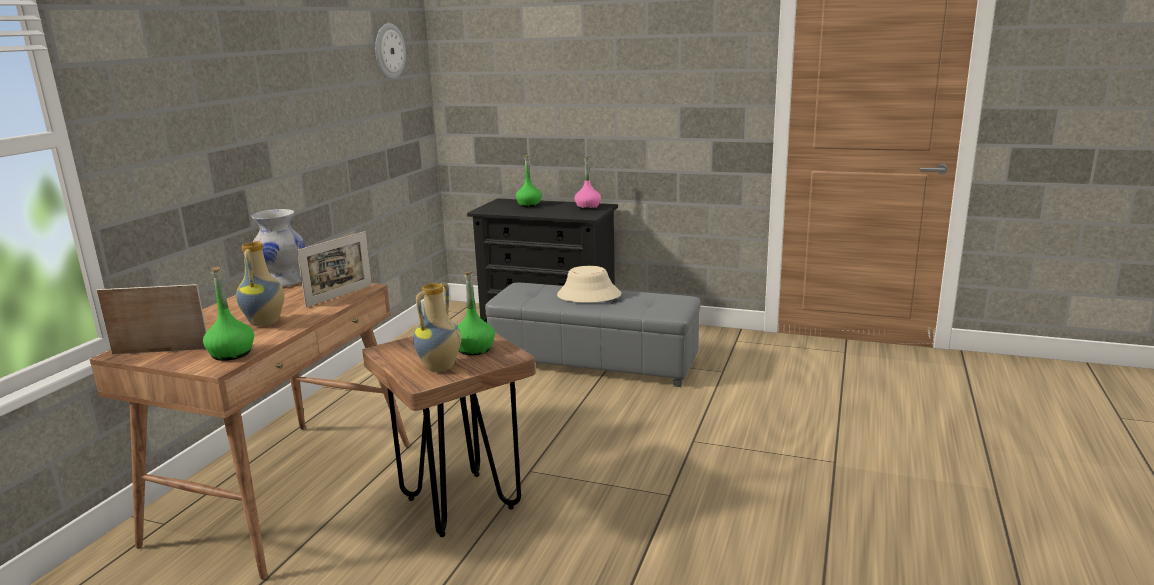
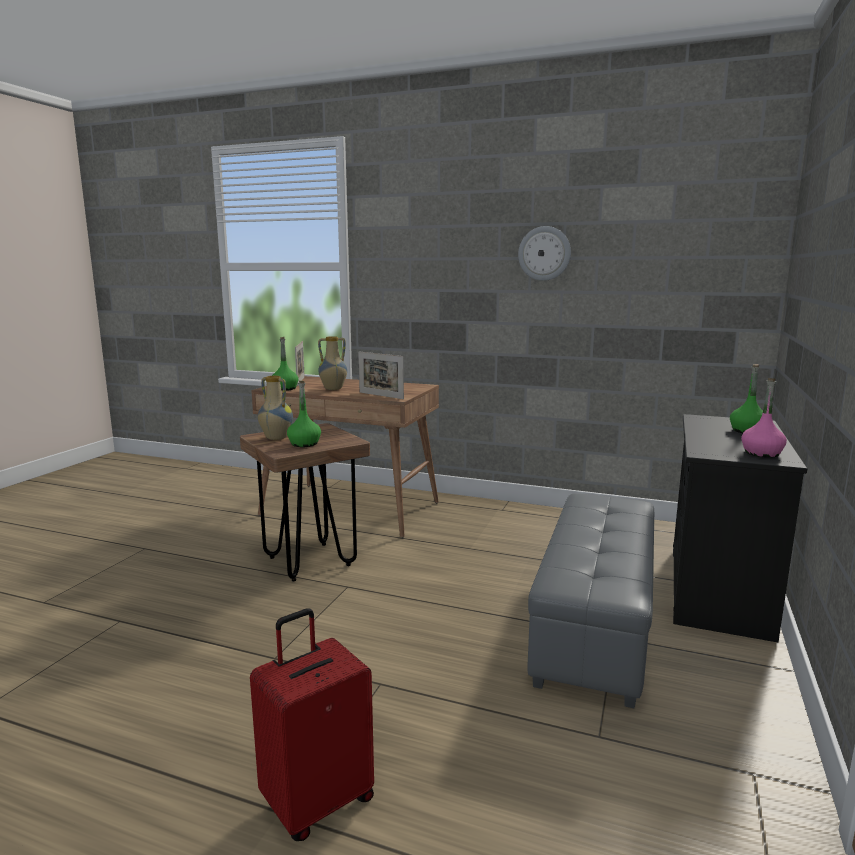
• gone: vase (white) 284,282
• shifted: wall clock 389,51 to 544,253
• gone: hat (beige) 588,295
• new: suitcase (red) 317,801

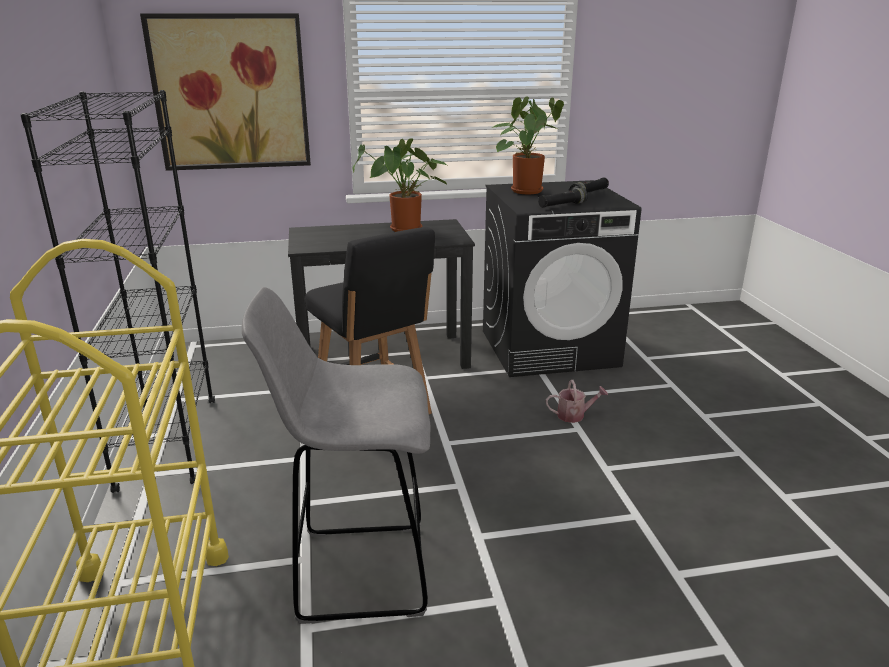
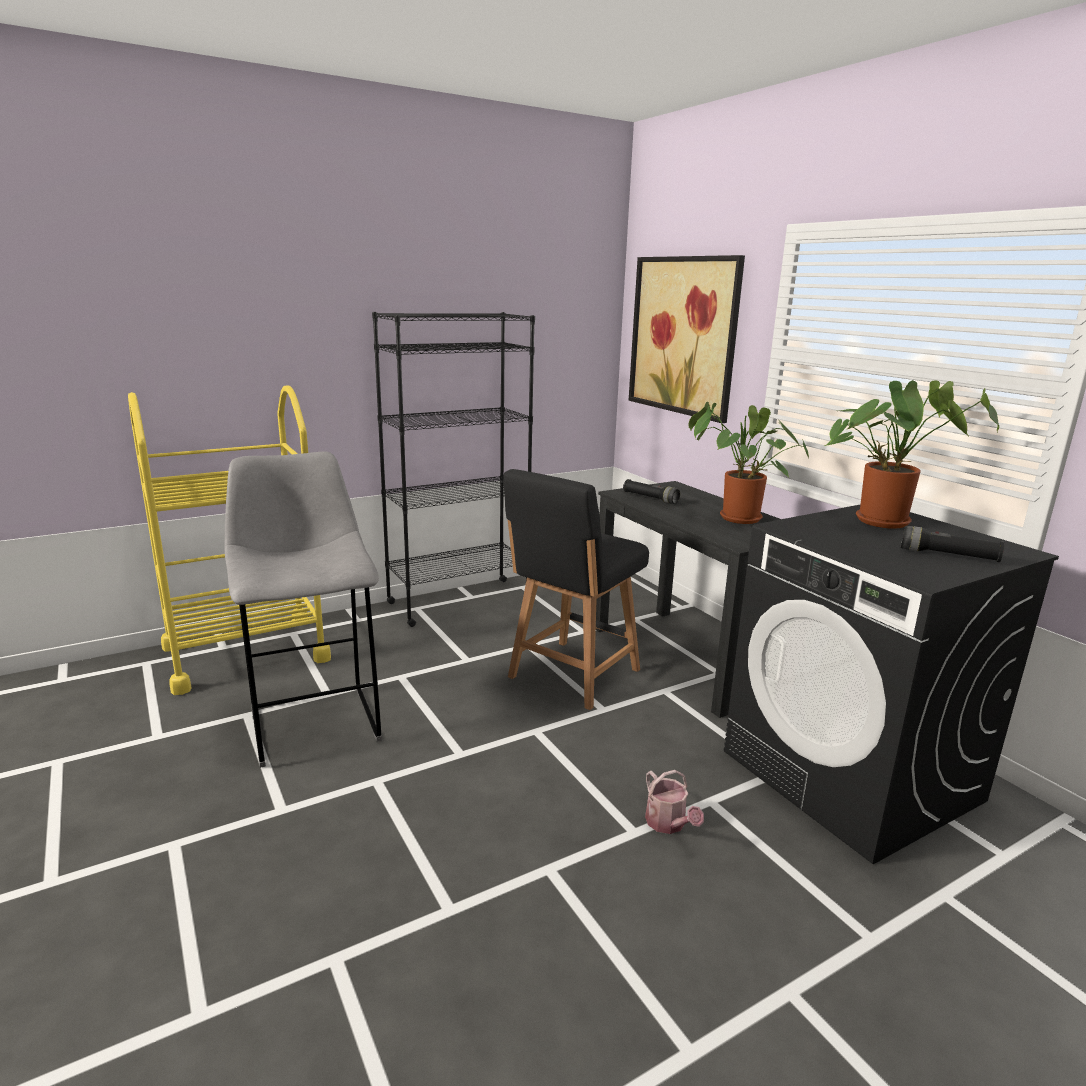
• shifted: flashlight (black) 562,205 to 650,498

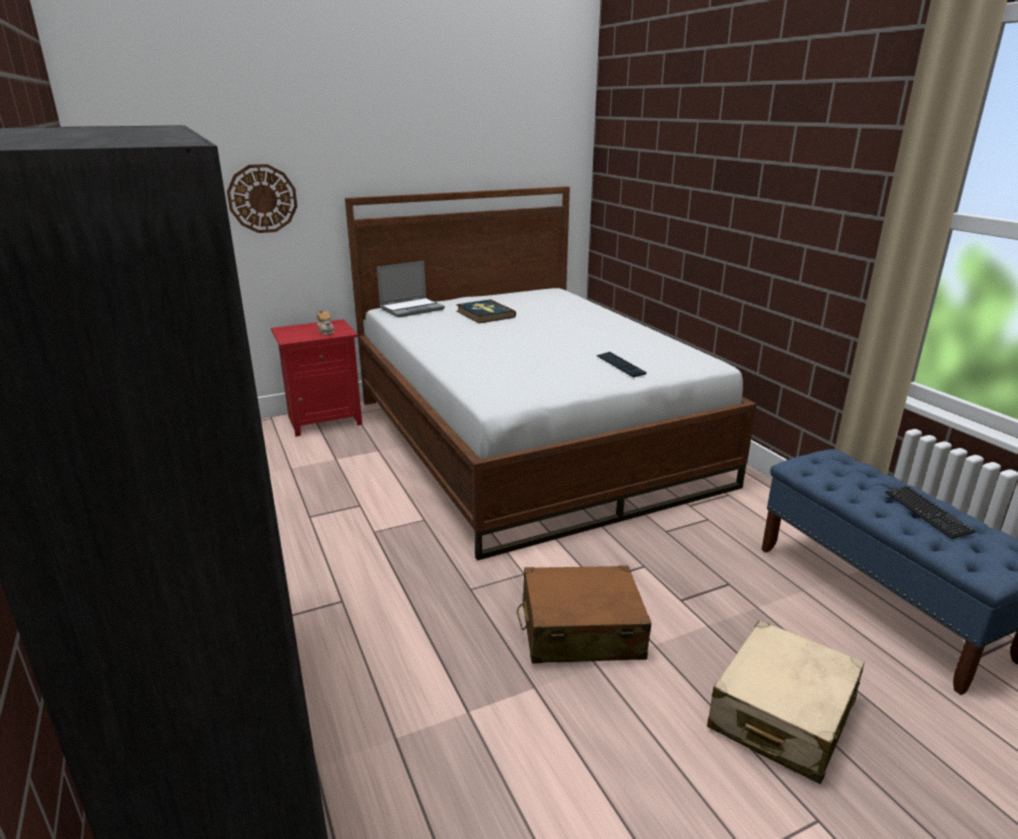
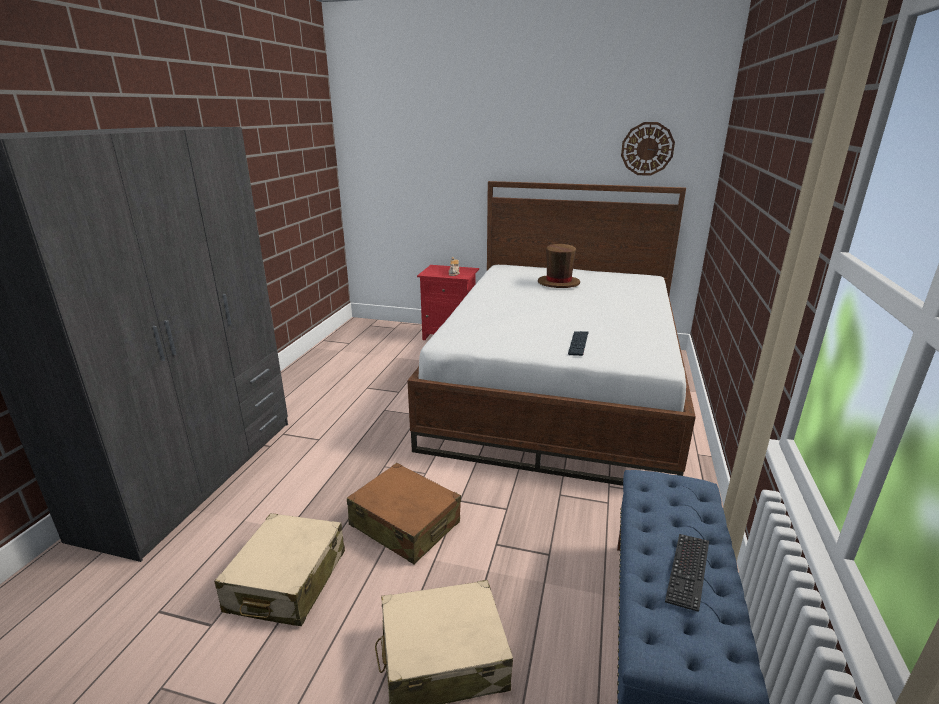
• shifted: wall clock 262,198 to 647,149
• gone: laptop 412,309
• swapped: book 485,314 to hat (brown) 558,283
• new: suitcase (beige) 287,581

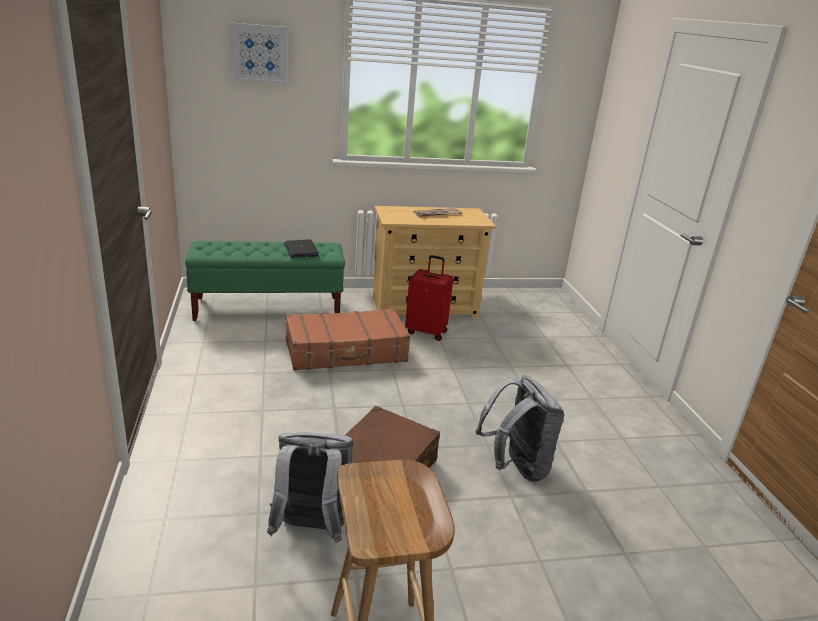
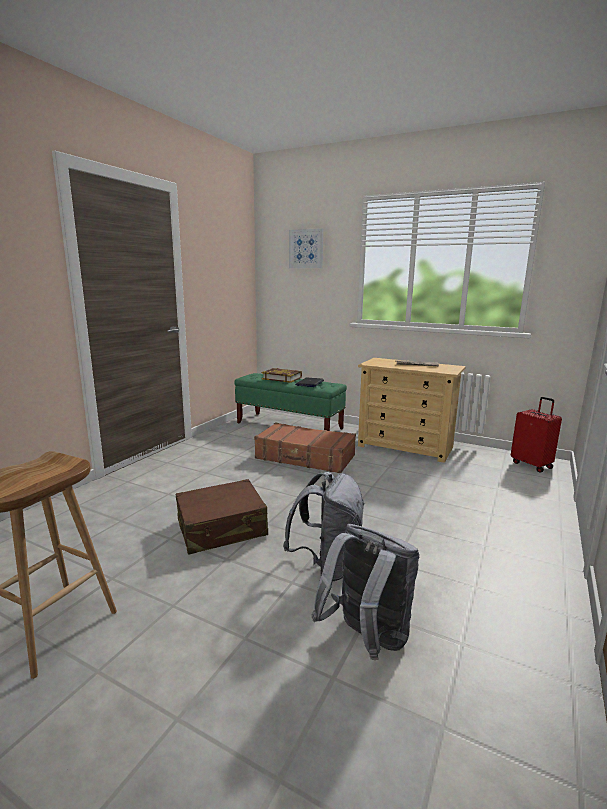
• shifted: backpack (grey) 311,529 to 366,639
• shifted: suitcase (red) 426,332 to 532,465
• new: book 282,378

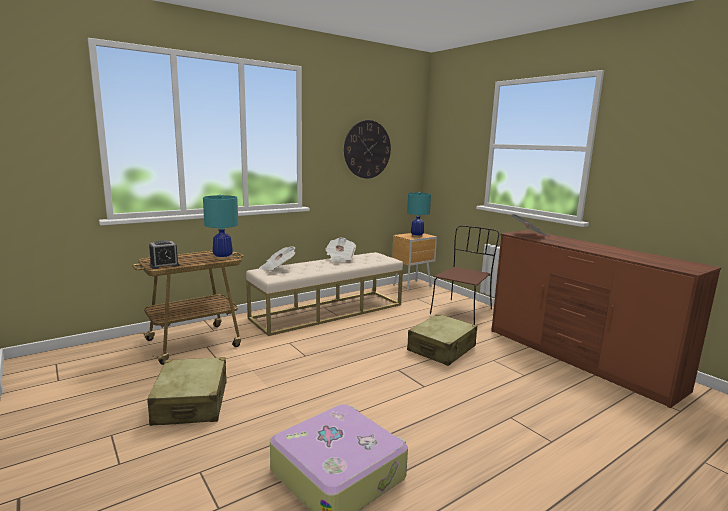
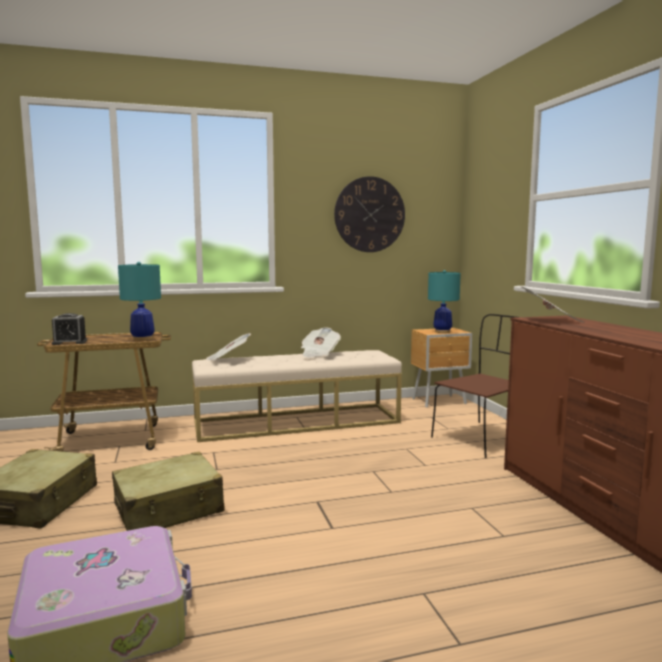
• shifted: suitcase (beige) 442,349 to 169,509

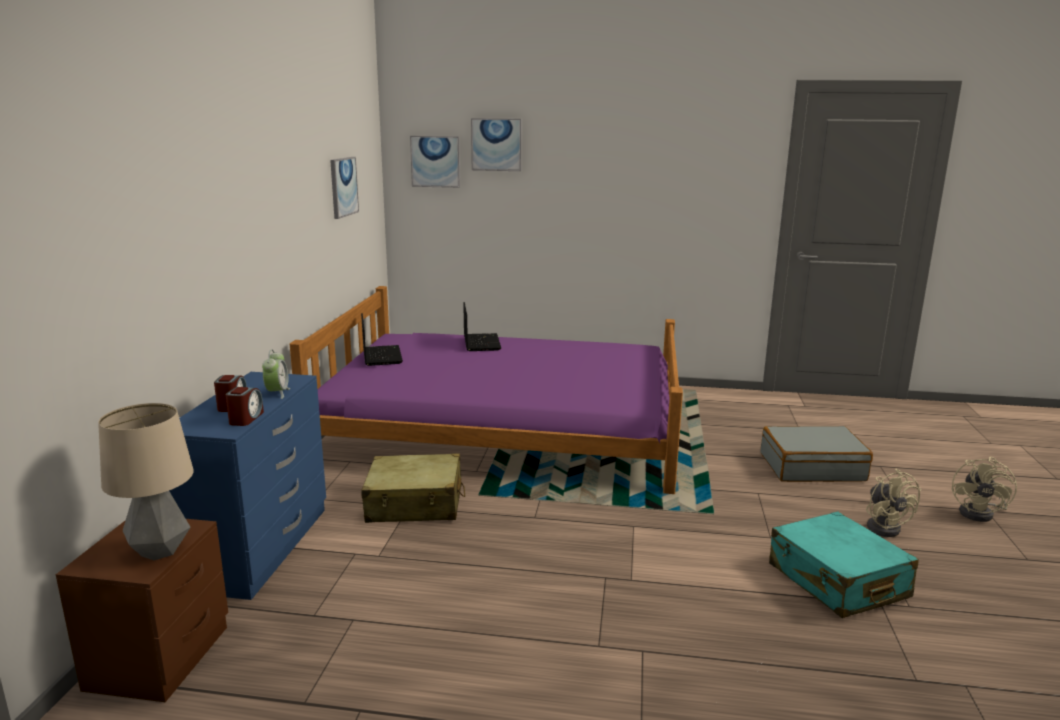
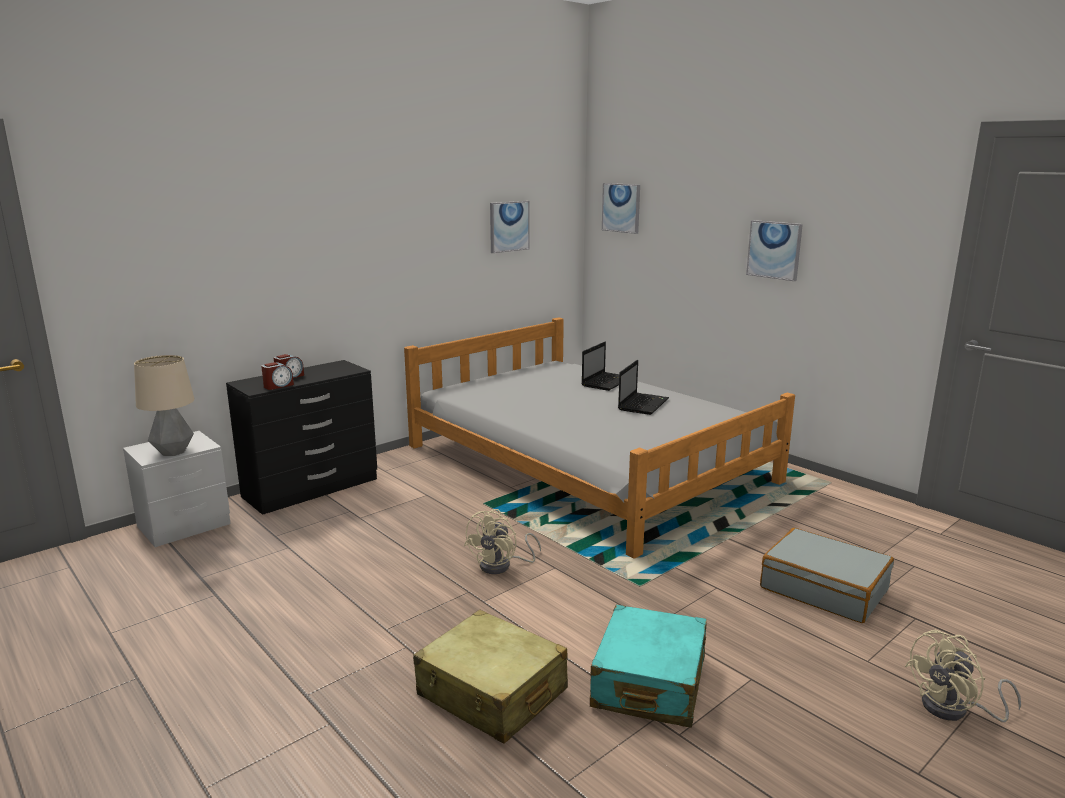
• repainted: nightstand (brown) 159,658 to nightstand (grey) 184,525
• repainted: dresser (blue) 262,547 to dresser (black) 312,488
• gone: alarm clock 277,393
• repainted: bed (purple) 506,428 to bed (grey) 588,463
• shifted: laptop 381,356 to 643,404
• shifted: suitcase (beige) 415,504 to 492,693
• shifted: picture 496,144 to 774,250
• shifted: fan (beige) 884,526 to 502,566

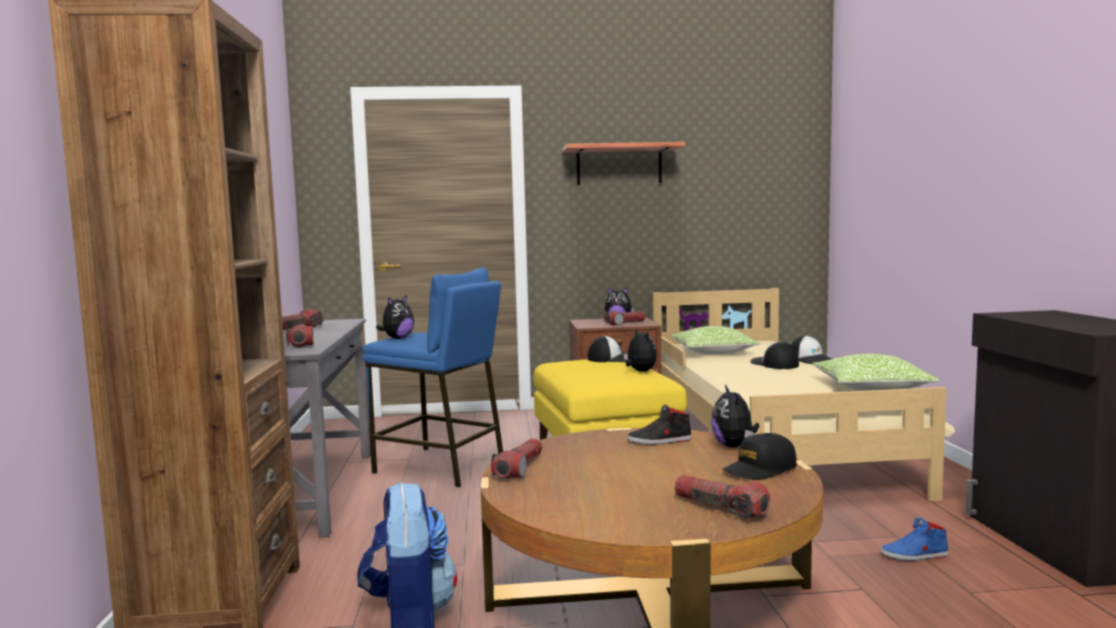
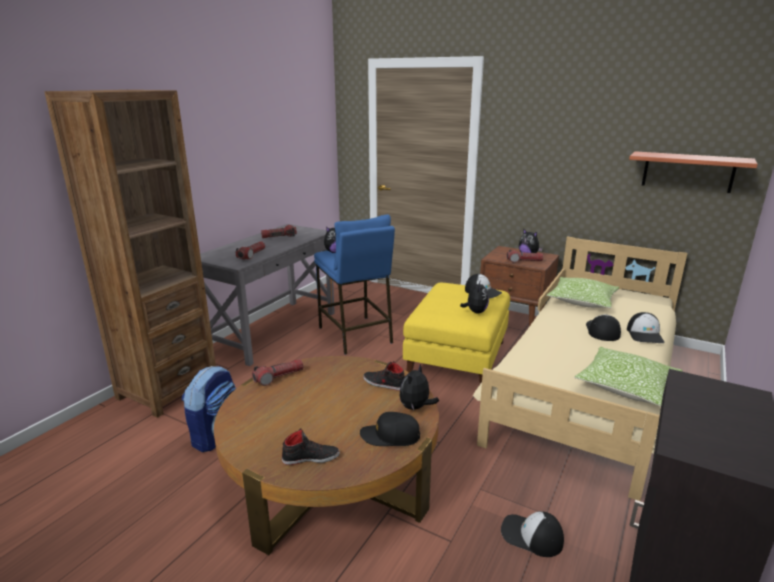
• shifted: shelf 619,165 to 688,172
• swapped: flashlight 720,508 to shoe (black) 311,457
• swapped: shoe (blue) 914,555 to cap 531,536

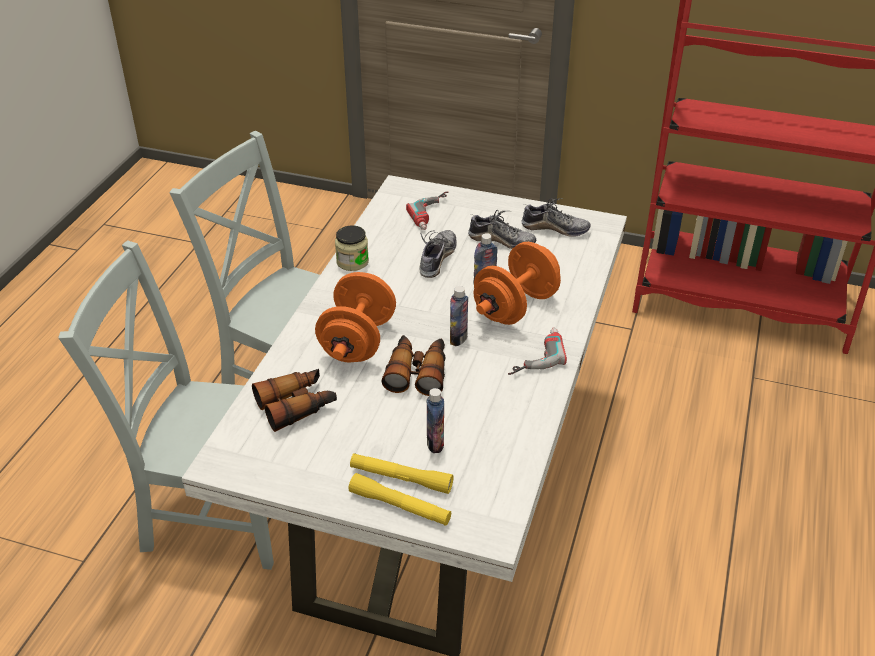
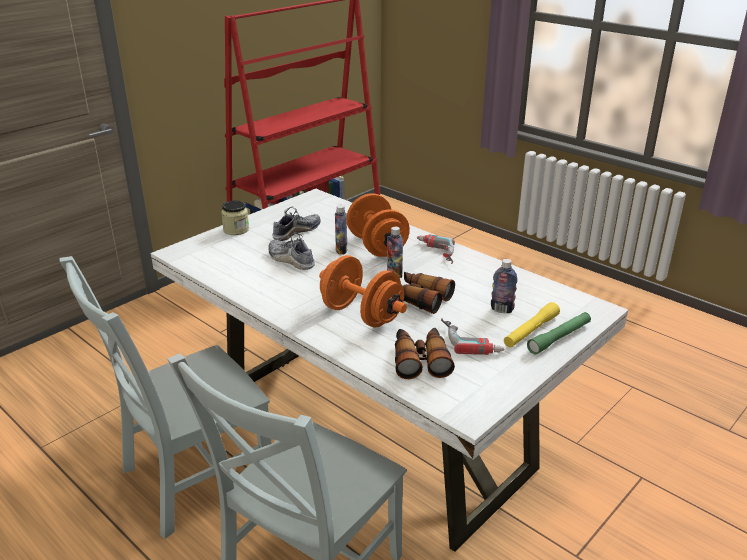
• shifted: jar 352,262 to 236,230
• repainted: flashlight (yellow) 400,506 to flashlight (green) 559,338
• shifted: power drill 434,214 to 471,339
• gone: shoe 555,228

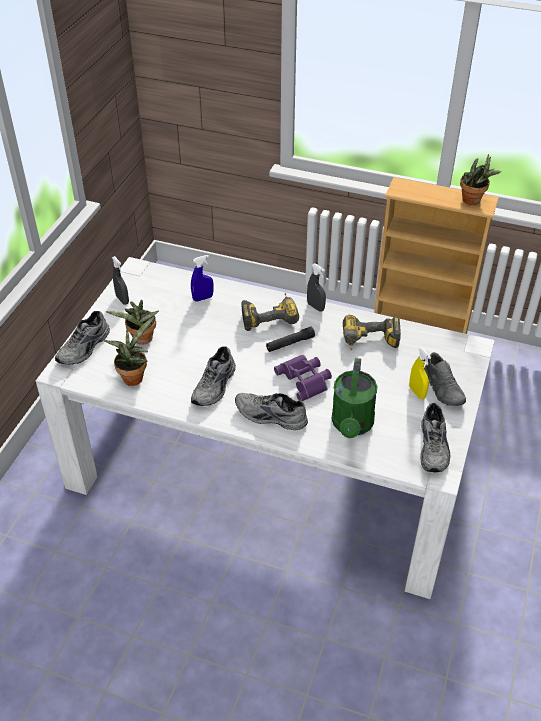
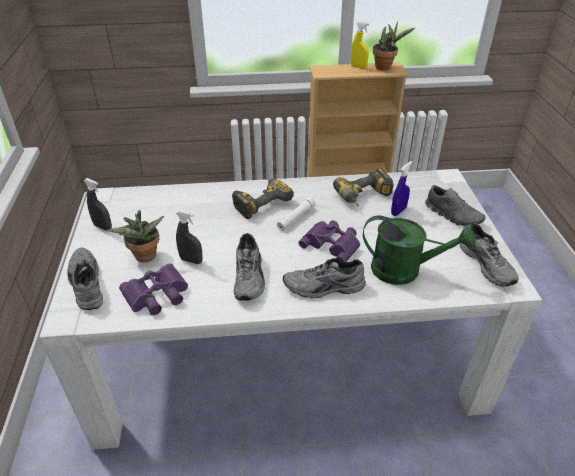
• rotated: shoe (grey) 85,348 = 85,284 150 degrees clockwise
• swapped: potted plant 134,376 to binoculars (purple) 157,295
• shifted: spray bottle (blue) 203,298 to 398,211
• repainted: flashlight (black) 290,343 to flashlight (white) 295,218
• shifted: spray bottle (grey) 315,307 to 191,260
• rotated: watering can (green) 352,426 = 405,270 60 degrees counterclockwise
• shifted: spray bottle (yellow) 417,392 to 358,67

